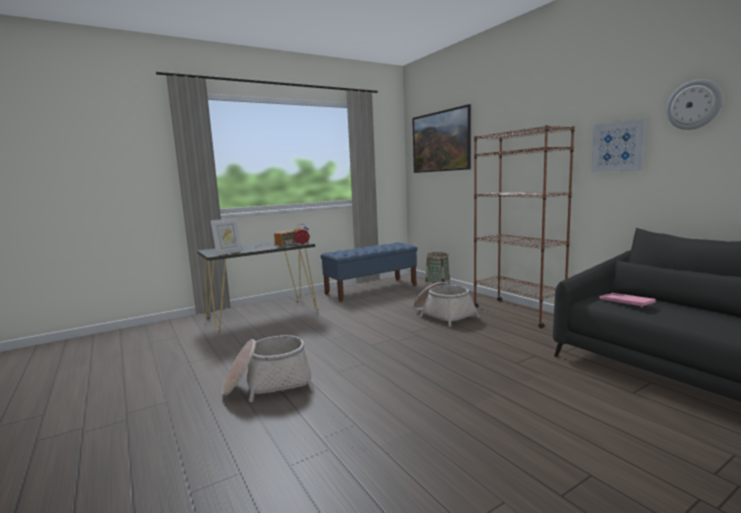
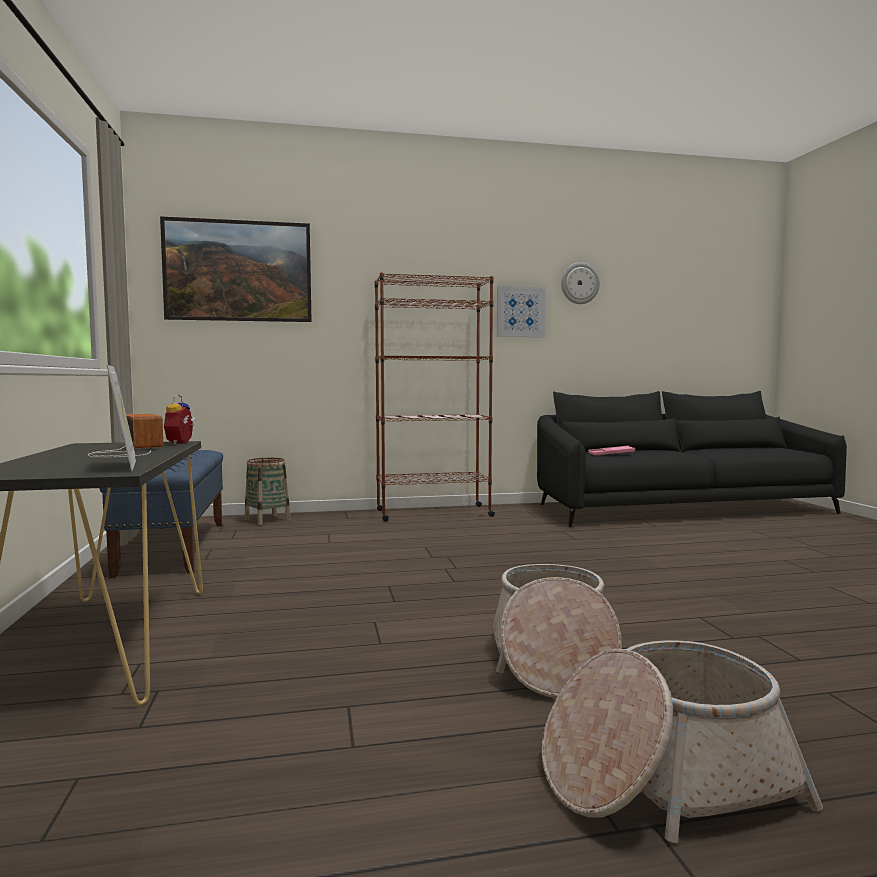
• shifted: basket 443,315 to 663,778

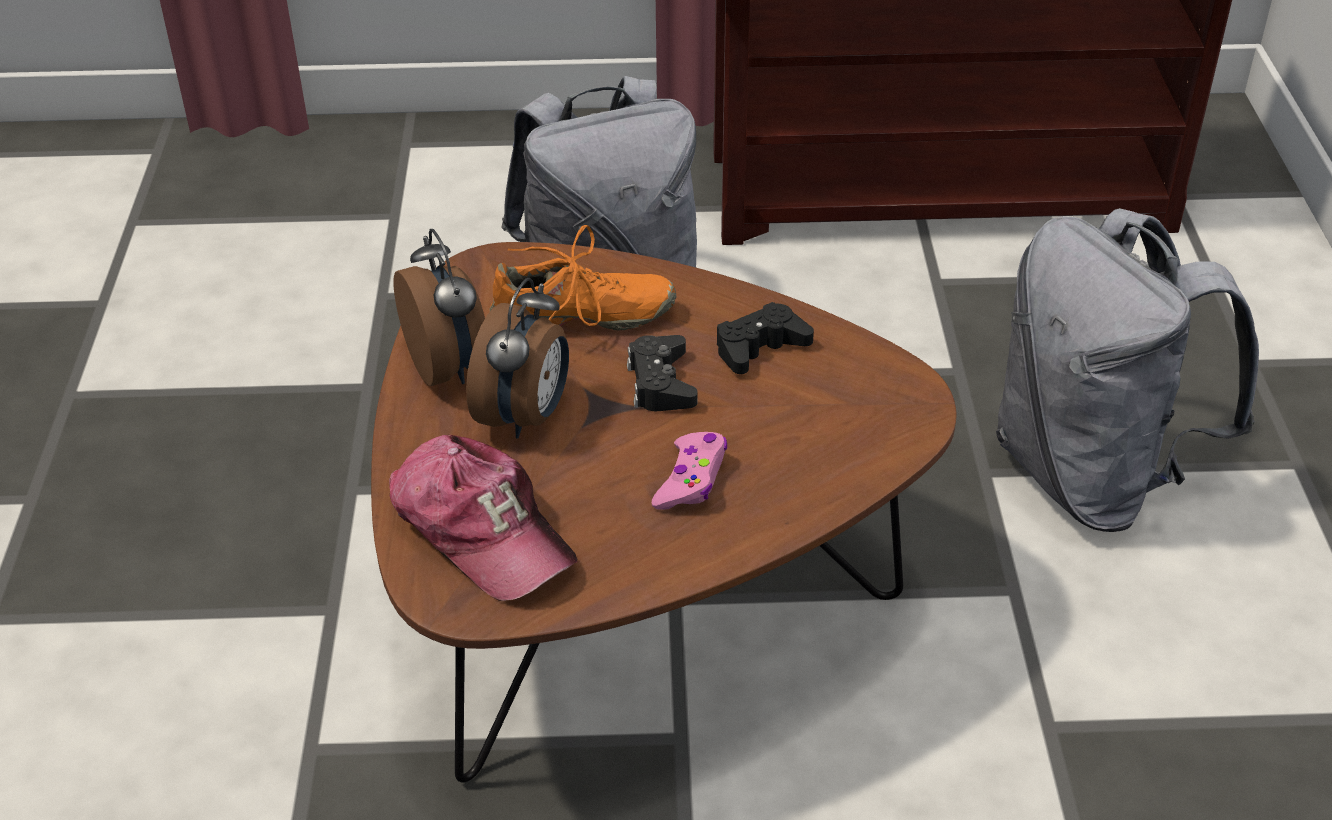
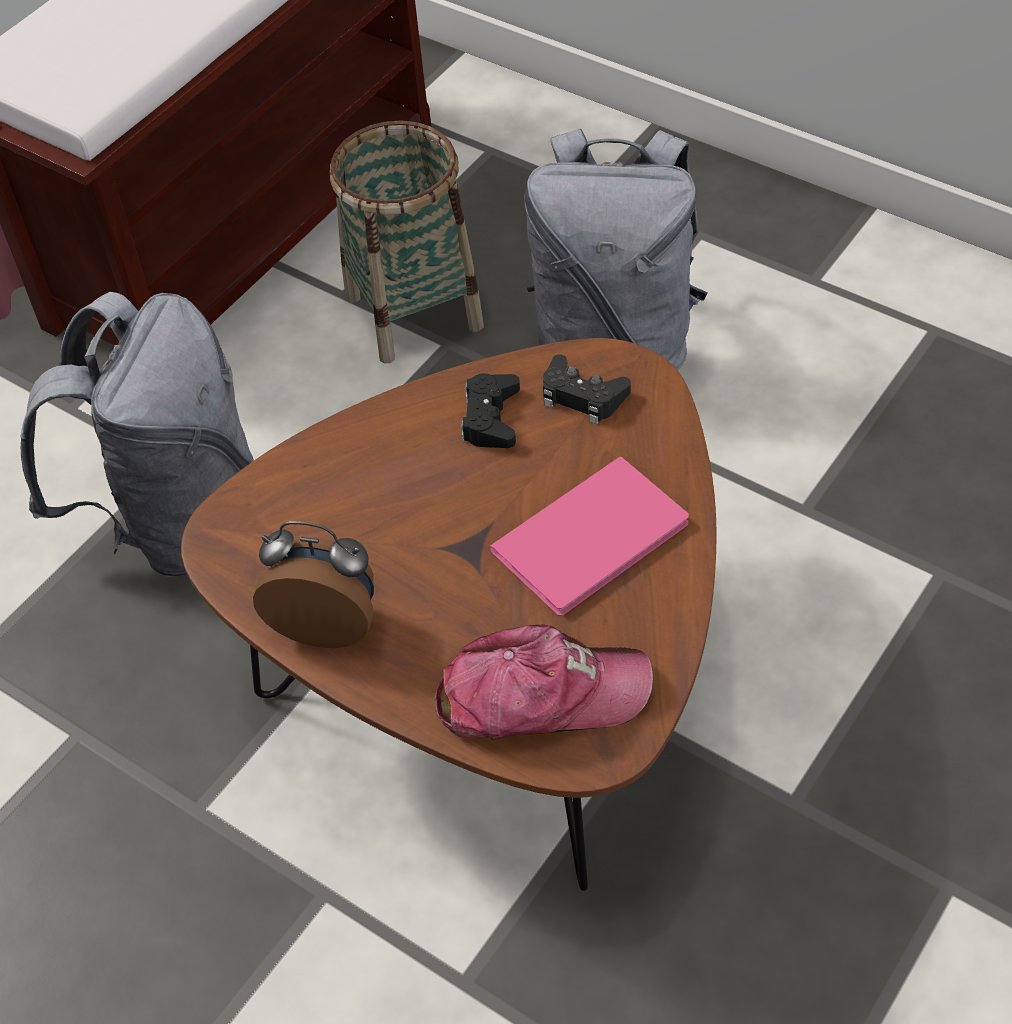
• gone: alarm clock 526,416
• gone: shoe (orange) 582,319
• shifted: game controller (black) 661,383 to 582,396
• swapped: game controller (pink) 691,479 to book (pink) 597,537
• new: basket 414,312

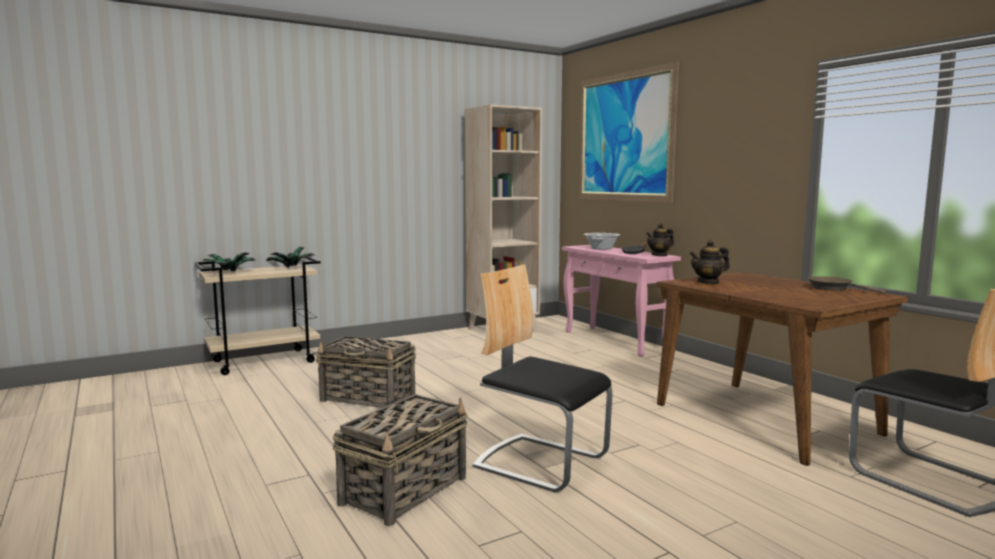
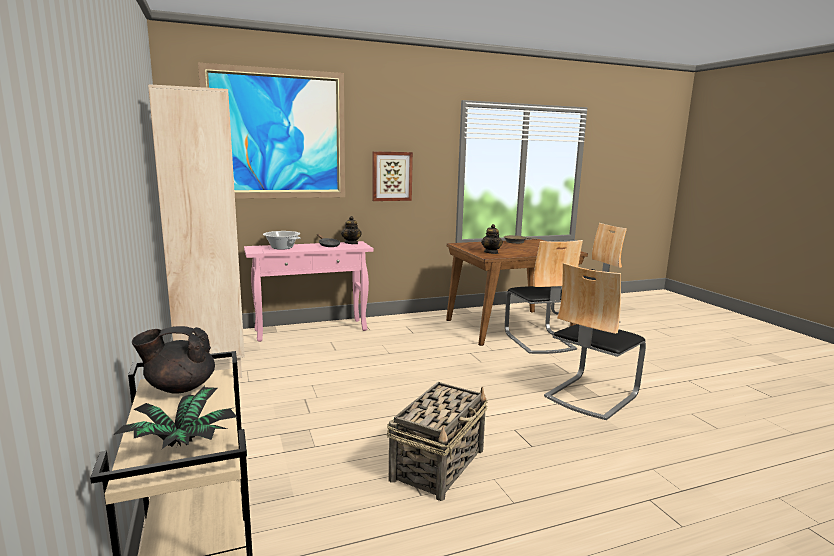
• swapped: potted plant 291,268 to teapot (black) 179,388
• gone: basket 405,490
• new: picture 391,176
• new: chair 539,341

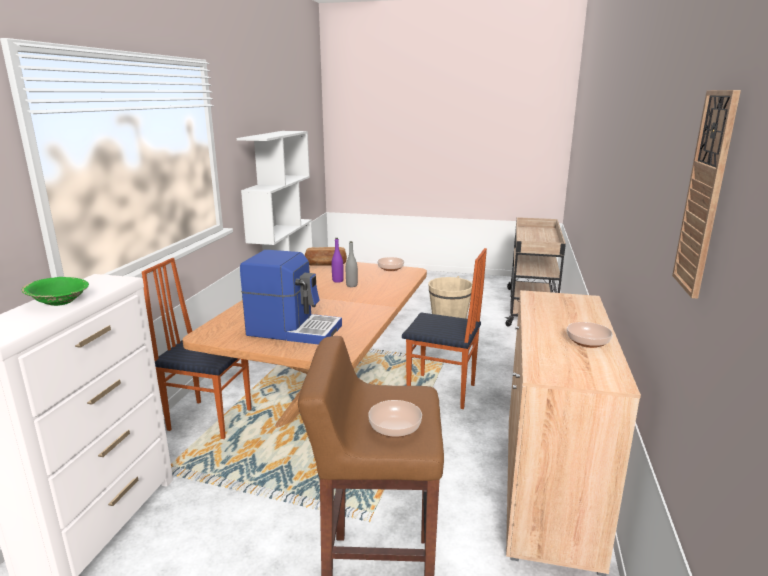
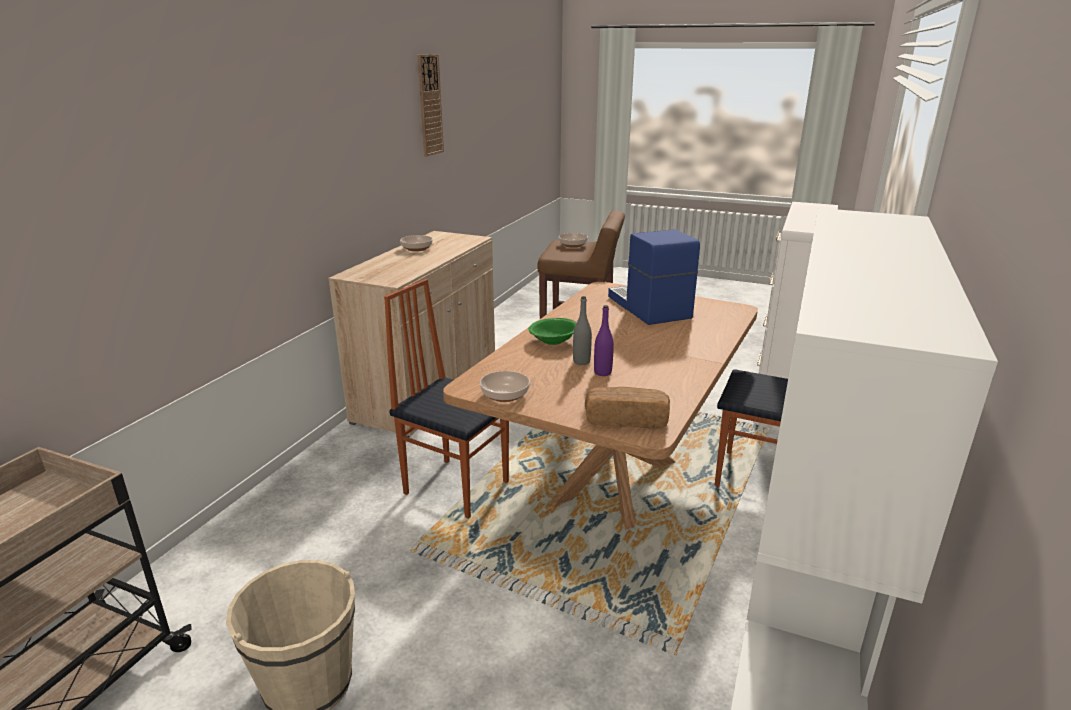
• shifted: bowl (green) 59,302 to 553,341
• rotated: coffee machine 294,330 = 648,308 45 degrees clockwise

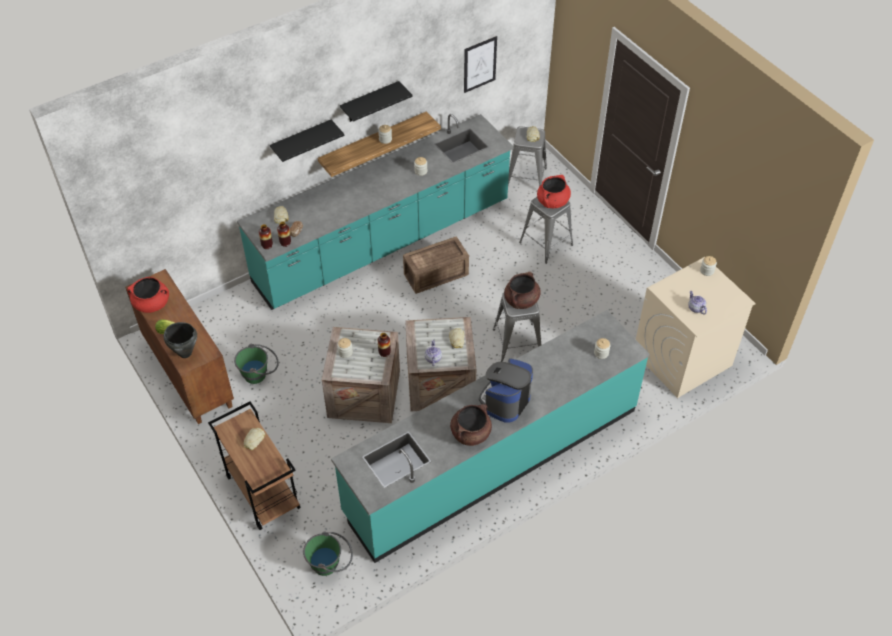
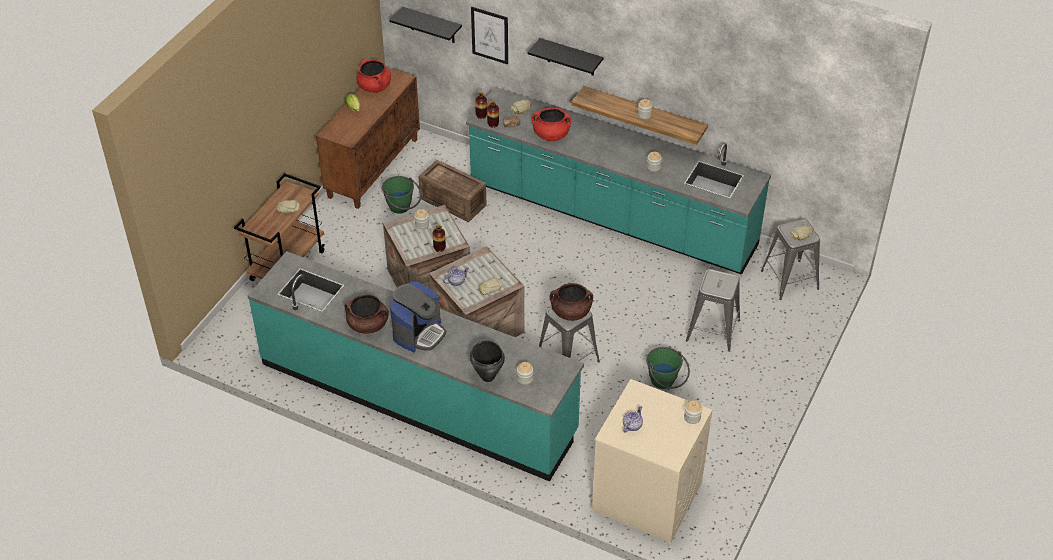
• shifted: cooking pot (black) 185,353 to 488,376
• shifted: bucket (green) 330,564 to 665,383
• shifted: shelf (black) 370,102 to 432,25
• shifted: crate 437,275 to 453,203
• shifted: picture 479,64 to 490,35
• rotated: coffee machine 505,401 = 419,333 120 degrees clockwise
• shifted: cooking pot (red) 552,202 to 551,135

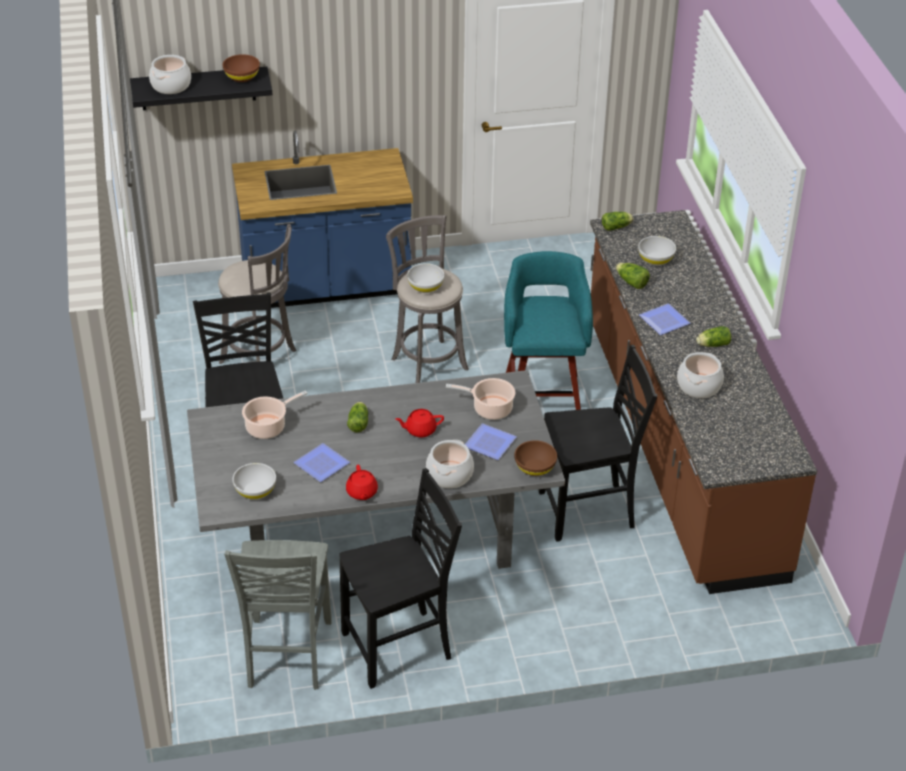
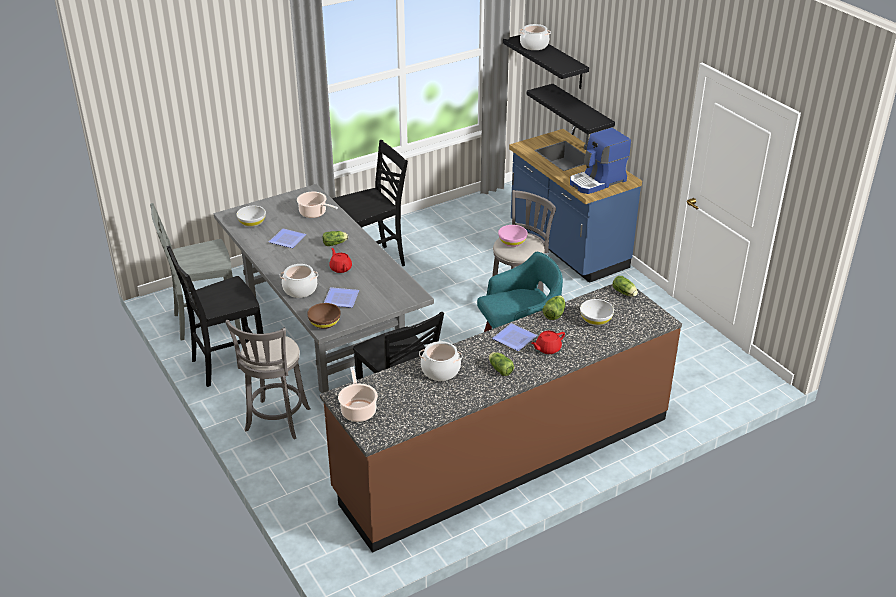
• shifted: stool (grey) 261,358 to 276,422
• gone: bowl (brown) 242,77
• rotated: chair (black) 400,647 = 227,364 105 degrees clockwise
• shifted: teapot (red) 362,492 to 547,349
• repainted: bowl (white) 425,287 to bowl (pink) 512,242
• shifted: cooking pot 489,408 to 358,410
• new: shelf (black) 582,114
• new: coffee machine 597,182

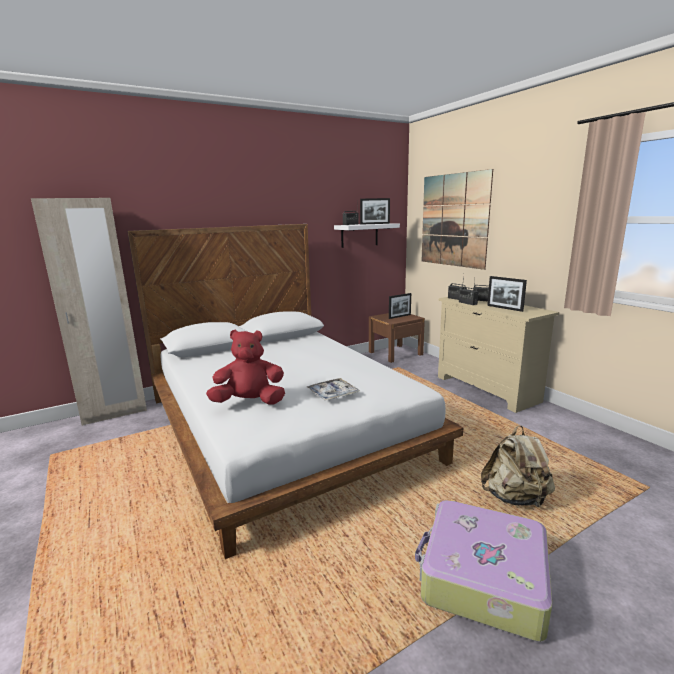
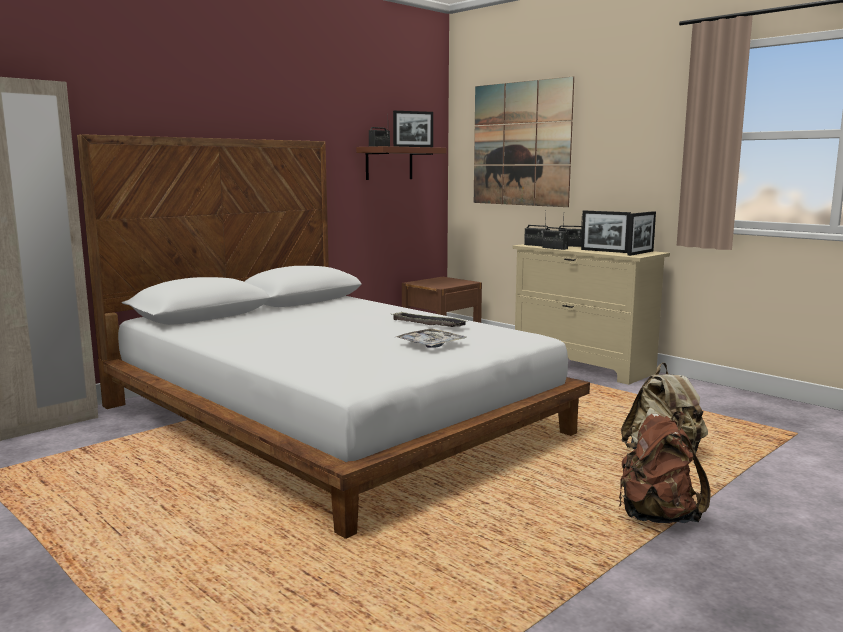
• gone: plush toy (red) 250,402
• repainted: shelf (white) 359,235 to shelf (brown) 389,163
• shifted: picture frame 399,316 to 640,253
• swapped: suitcase 481,578 to backpack (brown) 656,517
• new: tray 428,324

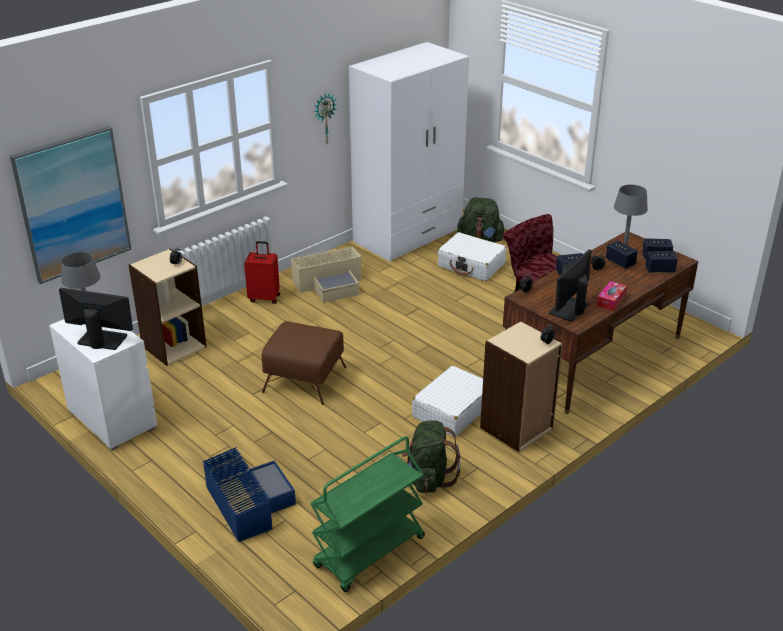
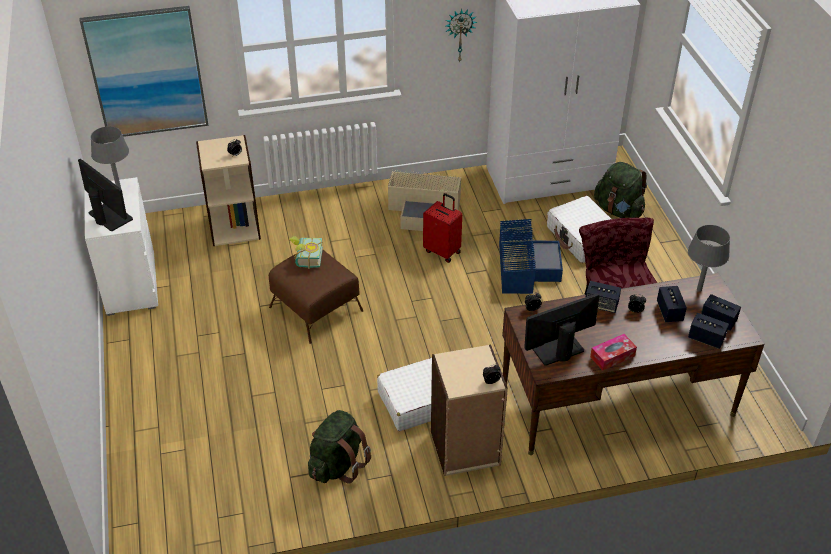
• shifted: storage box (blue) 248,502 to 524,266
• shifted: suitcase (red) 264,298 to 443,251
• gone: cart (green) 369,553
• new: book 306,258

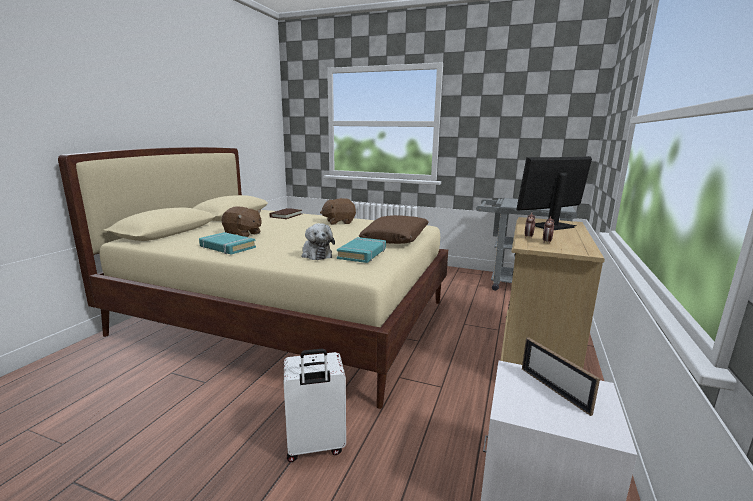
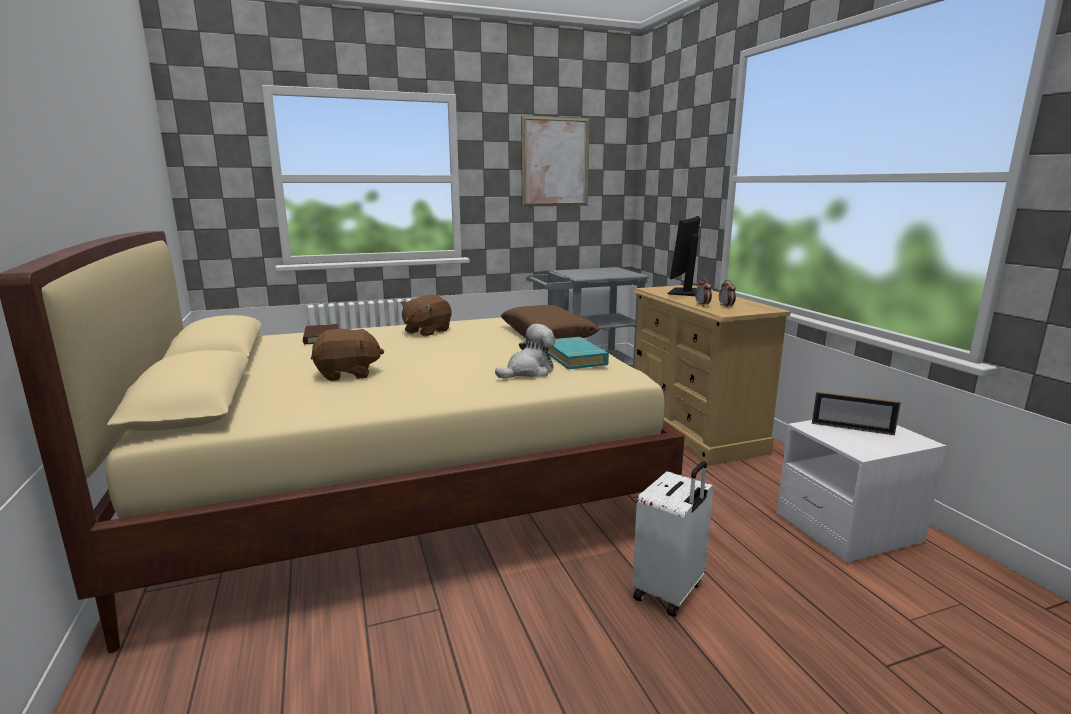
• gone: book (turquoise) 227,247
• rotated: plush toy 316,254 = 529,371 60 degrees counterclockwise
• new: picture 555,162

